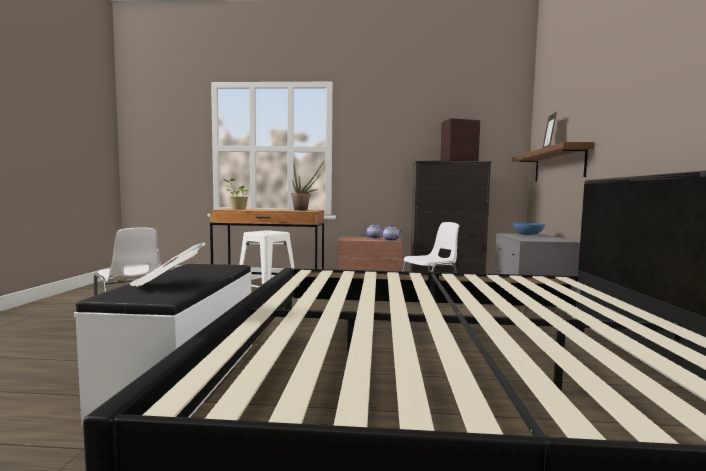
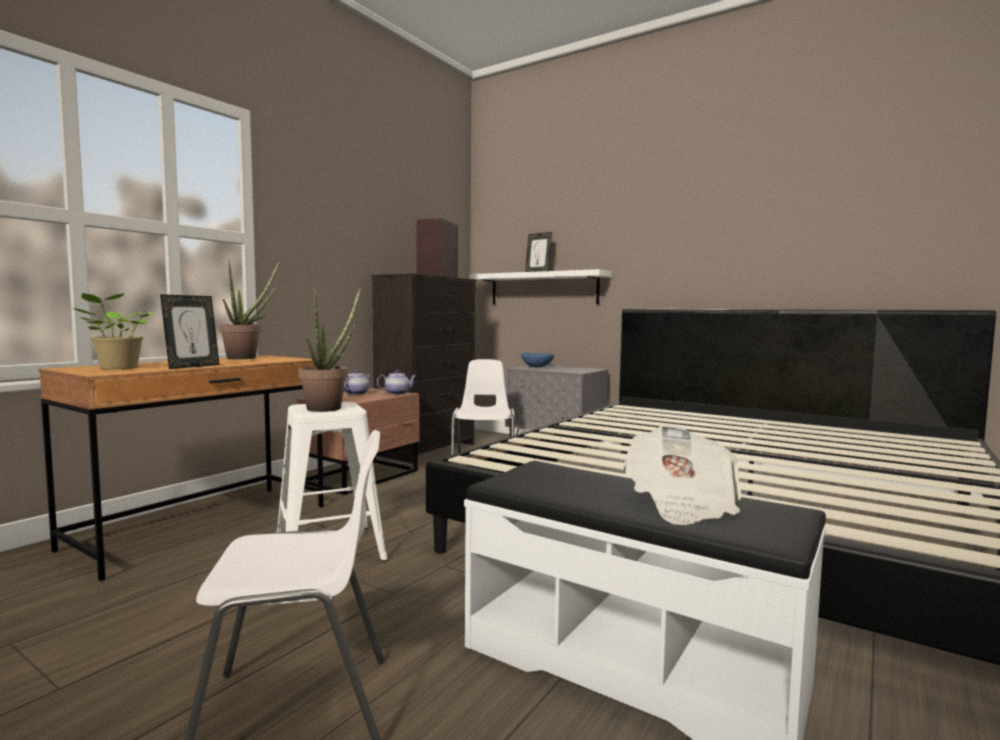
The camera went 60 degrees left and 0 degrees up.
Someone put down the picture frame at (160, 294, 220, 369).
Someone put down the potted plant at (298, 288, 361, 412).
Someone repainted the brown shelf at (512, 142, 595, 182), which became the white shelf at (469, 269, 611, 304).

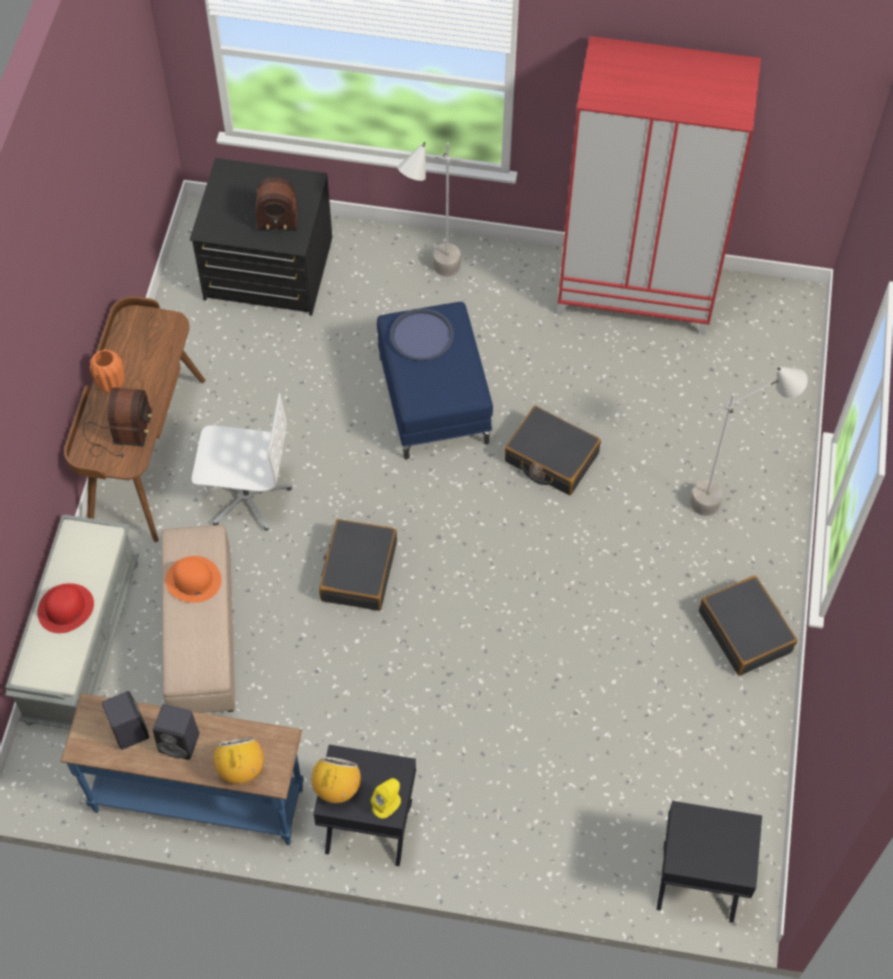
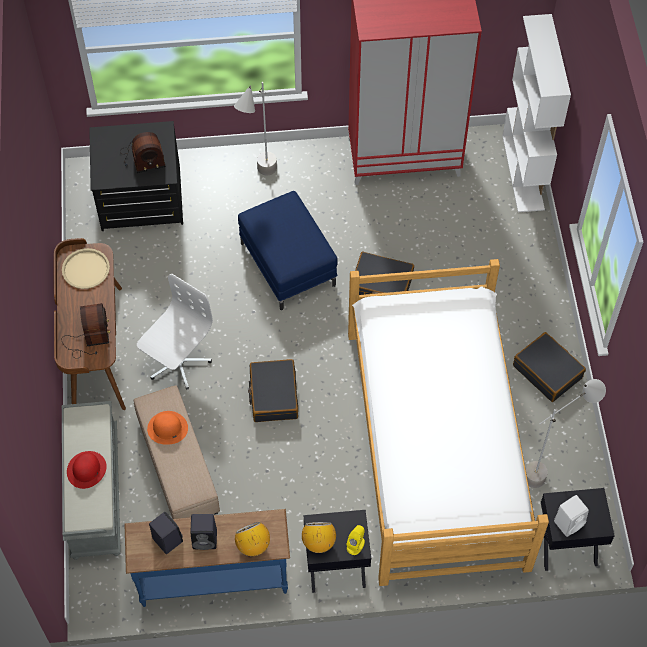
The camera went 15 degrees left and 0 degrees up.
Someone took away the orange vase at (89, 349, 124, 393).
Someone took away the blue tray at (390, 308, 454, 361).
Someone put down the beige tray at (62, 248, 110, 289).
Someone put down the bed at (348, 259, 549, 586).
Someone put down the white bookcase at (503, 14, 571, 212).
Someone put down the white speaker at (554, 495, 589, 537).
Someone carried the grey floor lamp from (690, 366, 808, 516) to (525, 379, 606, 488).
Someone rotated the white office chair at (192, 393, 292, 531) by 45 degrees counterclockwise.

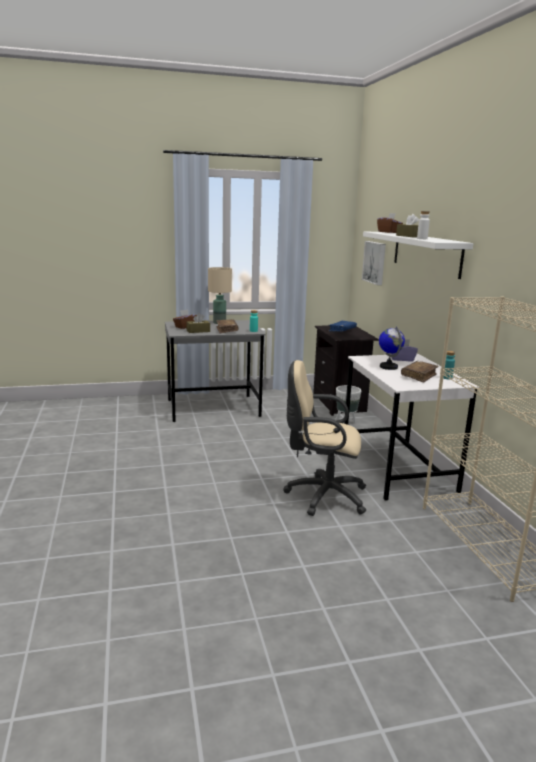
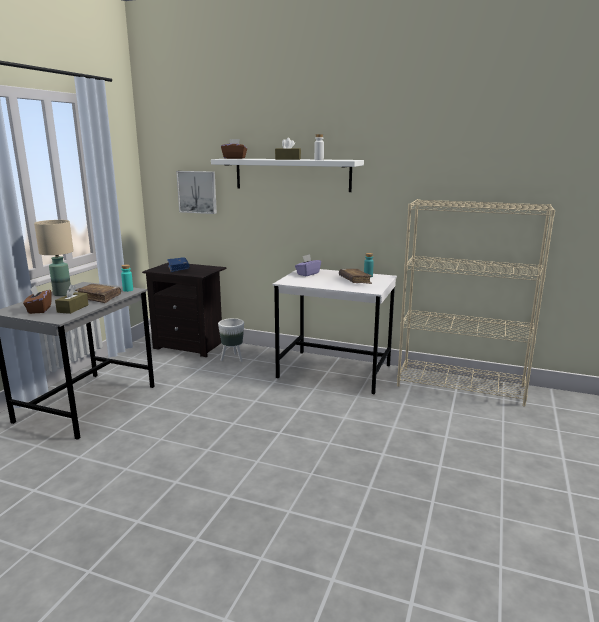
The camera went 55 degrees left and 0 degrees up.
Someone took away the beige office chair at (283, 360, 366, 516).
Someone took away the globe at (379, 326, 405, 370).

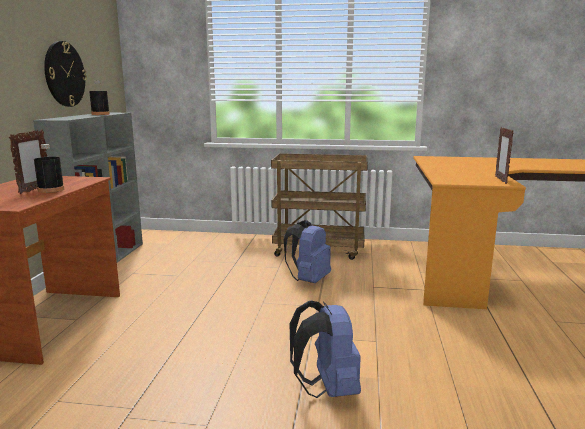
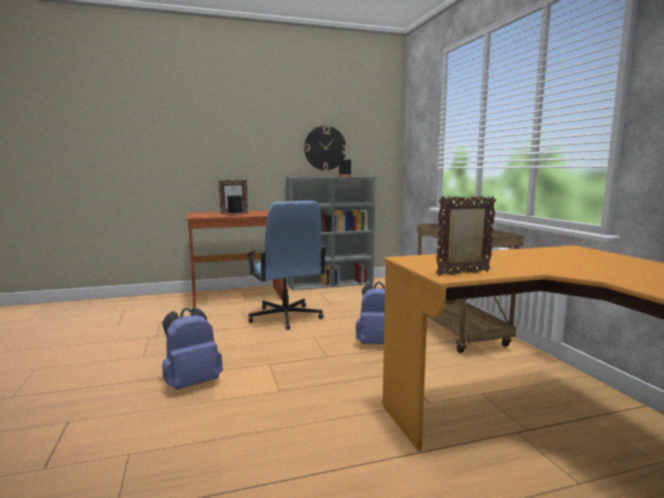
The camera went 65 degrees right and 5 degrees down.
Someone put down the blue office chair at (247, 201, 327, 330).

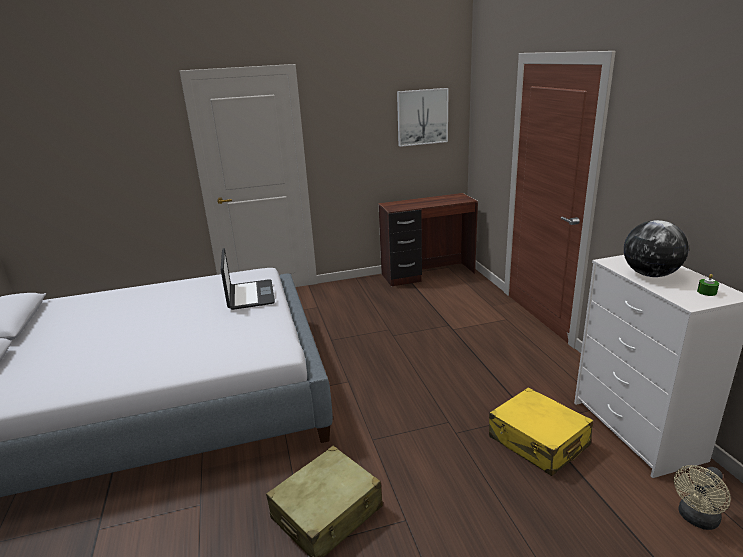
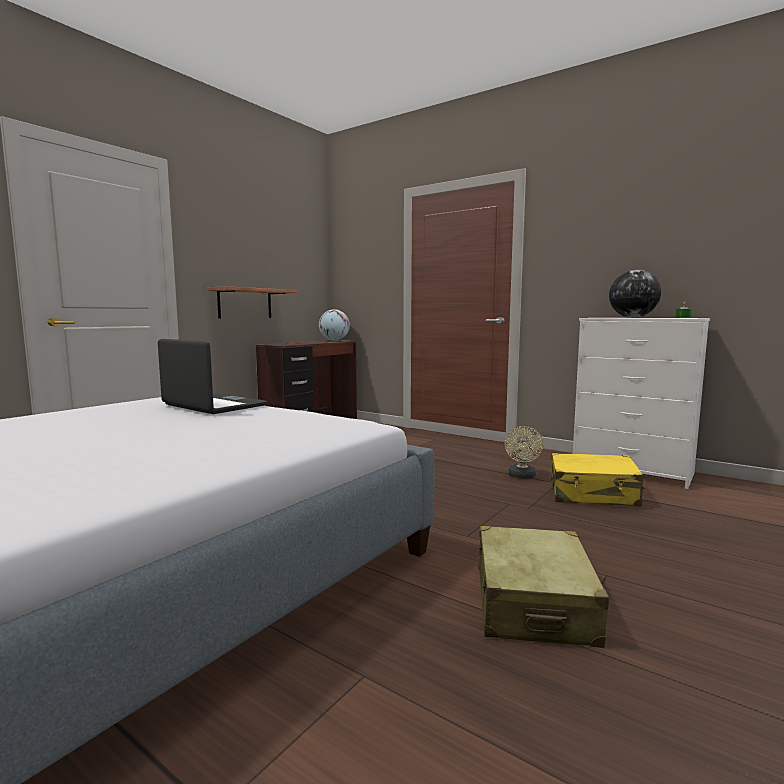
The camera went 40 degrees left and 15 degrees down.
Someone took away the picture at (397, 88, 449, 147).
Someone put up the shelf at (207, 286, 297, 318).
Someone put down the globe at (319, 309, 350, 341).
Someone carried the beige fan from (674, 465, 731, 530) to (505, 426, 543, 479).

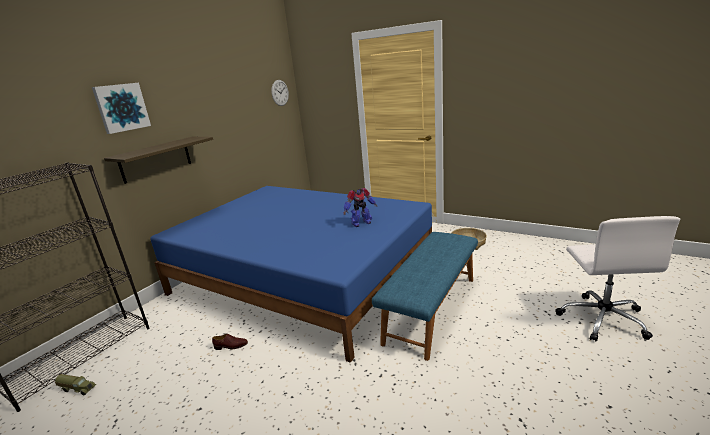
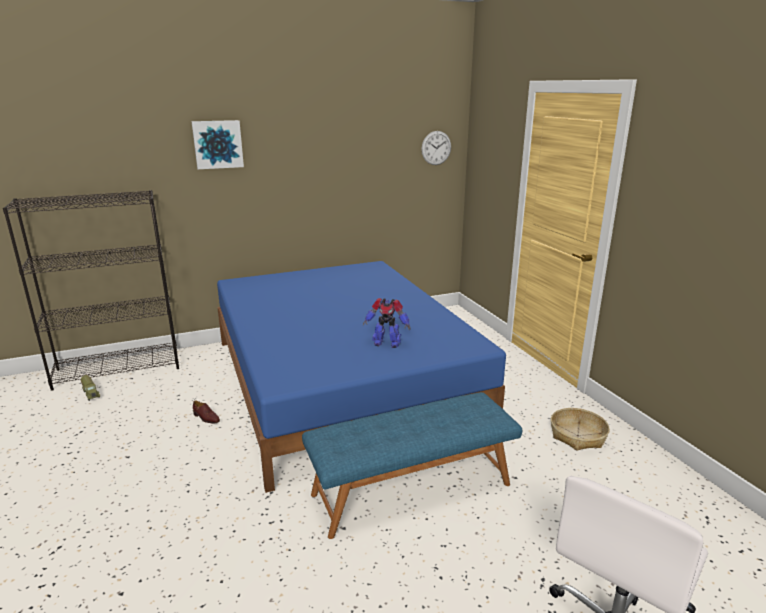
The camera went 35 degrees right and 0 degrees up.
Someone took away the shelf at (104, 137, 213, 184).

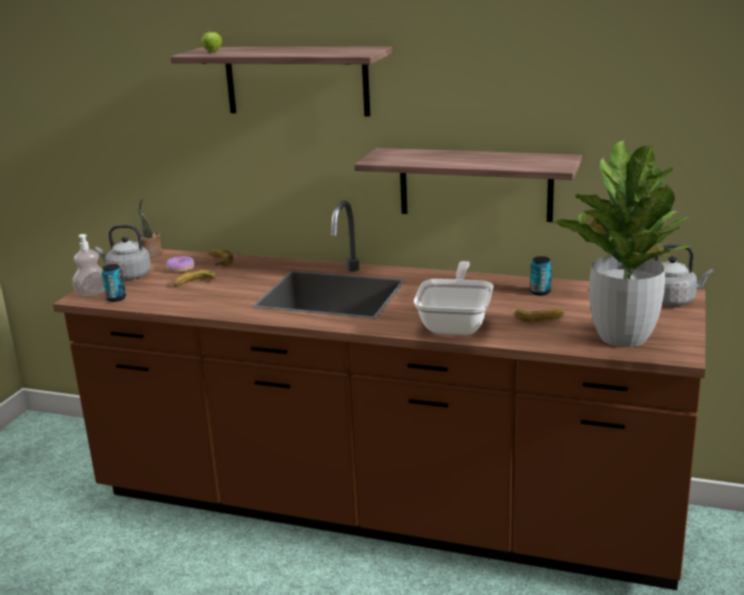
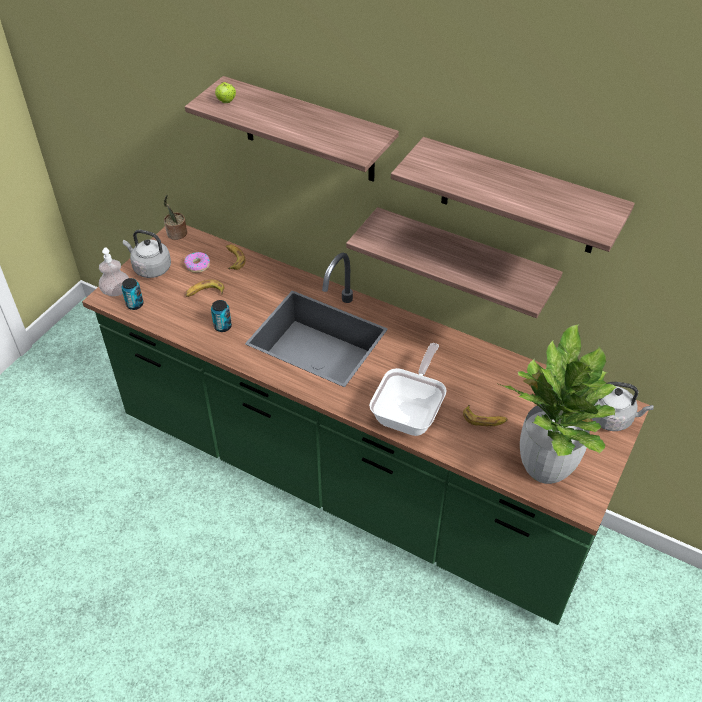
The camera went 10 degrees right and 25 degrees up.
Someone put up the shelf at (391, 137, 635, 253).
Someone carried the can from (530, 256, 552, 296) to (211, 300, 232, 332).
Someone repainted the brown counter at (53, 200, 706, 590), which became the green counter at (82, 225, 650, 625).

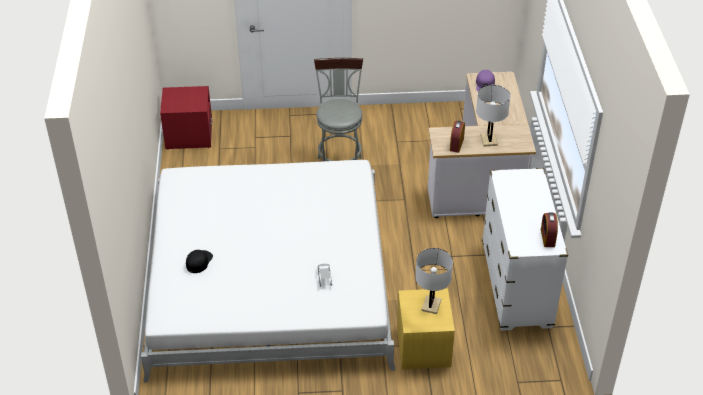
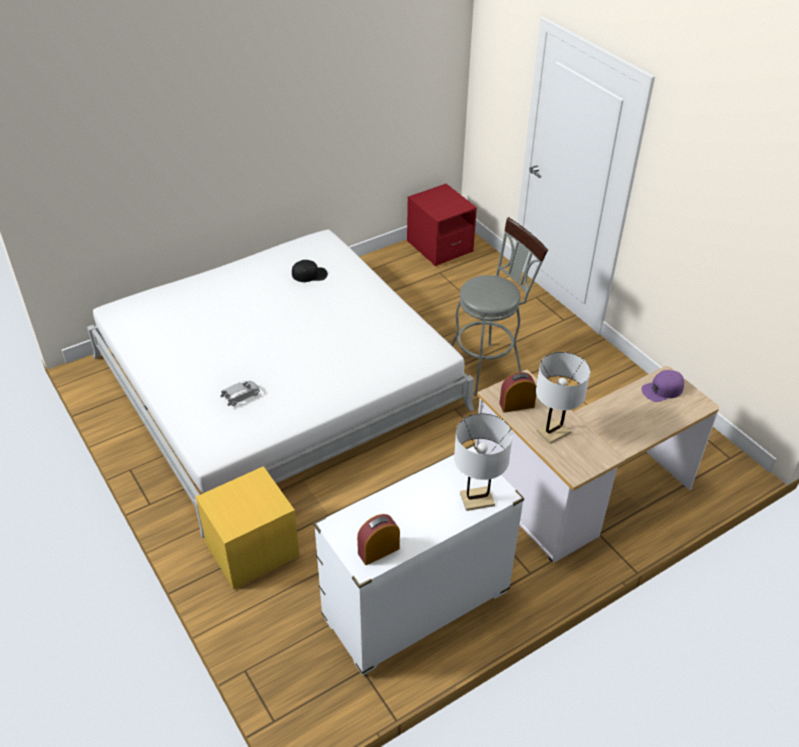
The camera went 60 degrees right and 0 degrees up.
Someone carried the black cap from (186, 250, 213, 273) to (292, 260, 328, 282).
Someone carried the white table lamp from (415, 248, 453, 314) to (454, 413, 513, 511).

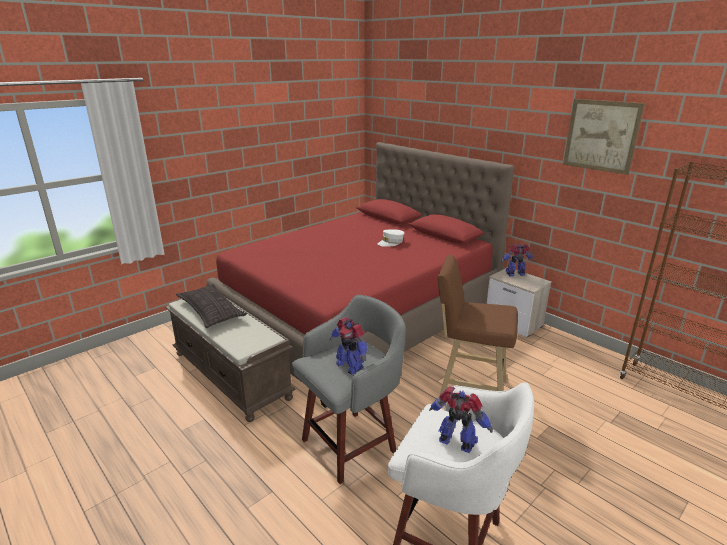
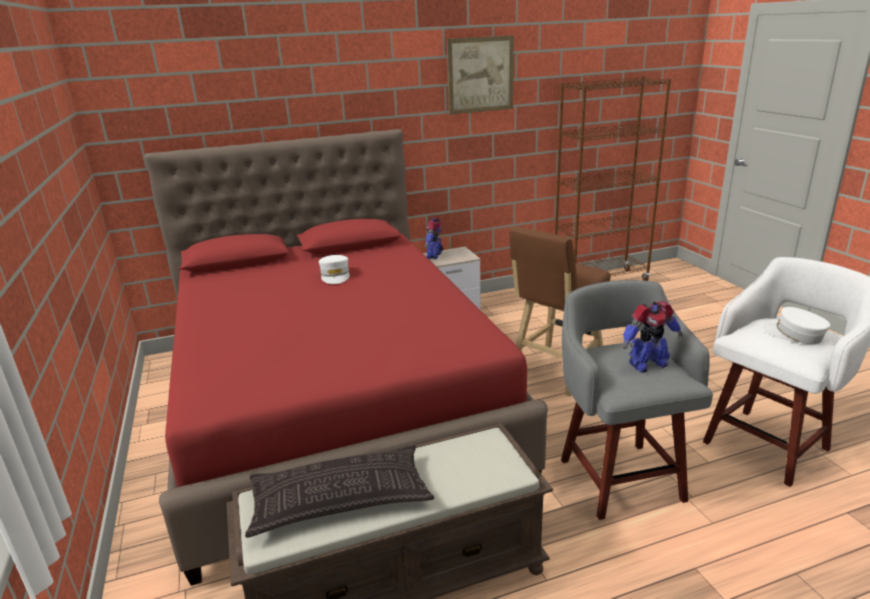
The camera went 65 degrees left and 0 degrees up.
Someone swapped the toy robot at (429, 387, 493, 453) for the white cap at (763, 307, 831, 344).

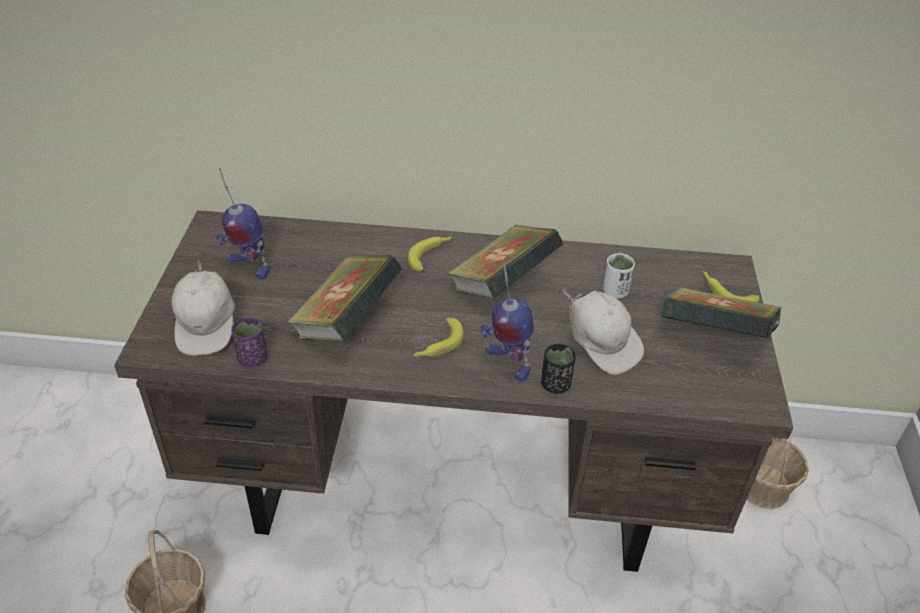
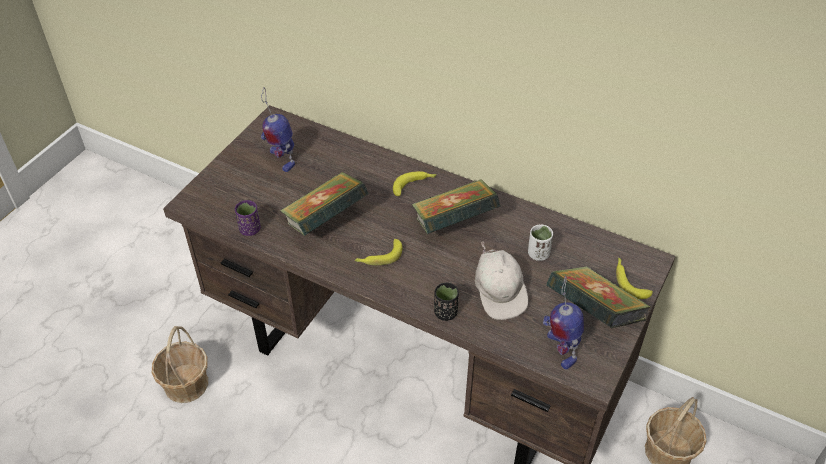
The camera went 25 degrees right and 5 degrees up.
Someone took away the white cap at (171, 260, 235, 356).
Someone carried the toy robot from (480, 260, 534, 382) to (543, 276, 584, 369).

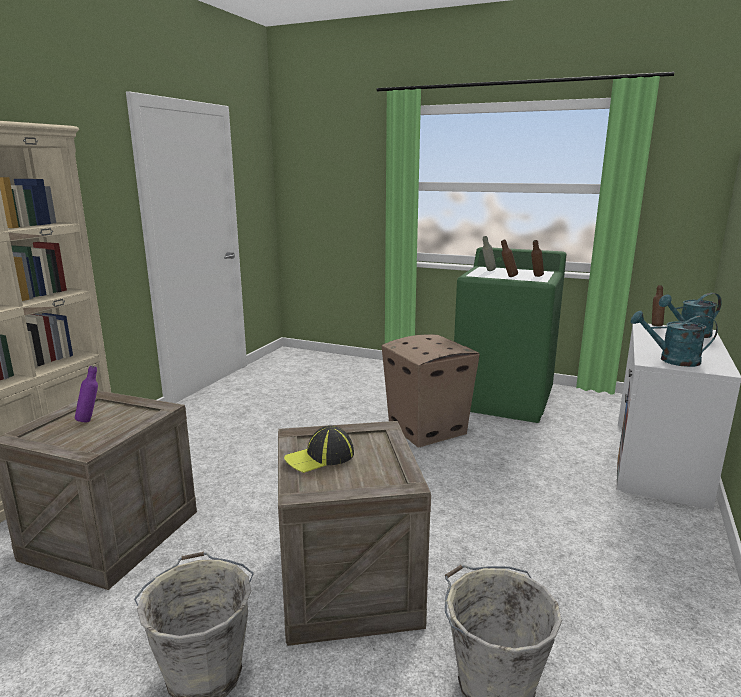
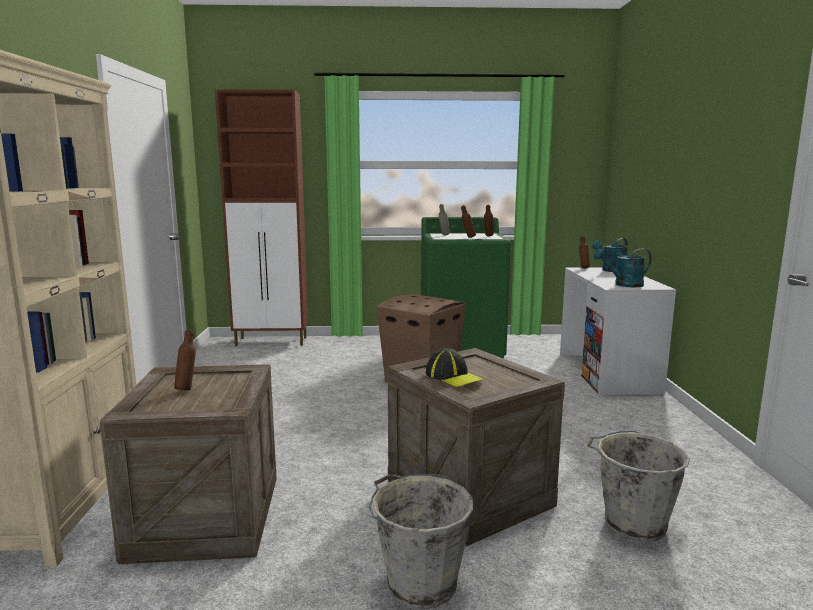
The camera went 25 degrees left and 5 degrees down.
Someone put down the brown cabinet at (215, 89, 308, 346).
Someone repainted the purple bottle at (75, 366, 98, 422), which became the brown bottle at (174, 329, 196, 391).
Someone rotated the cap at (284, 425, 354, 473) by 75 degrees counterclockwise.

